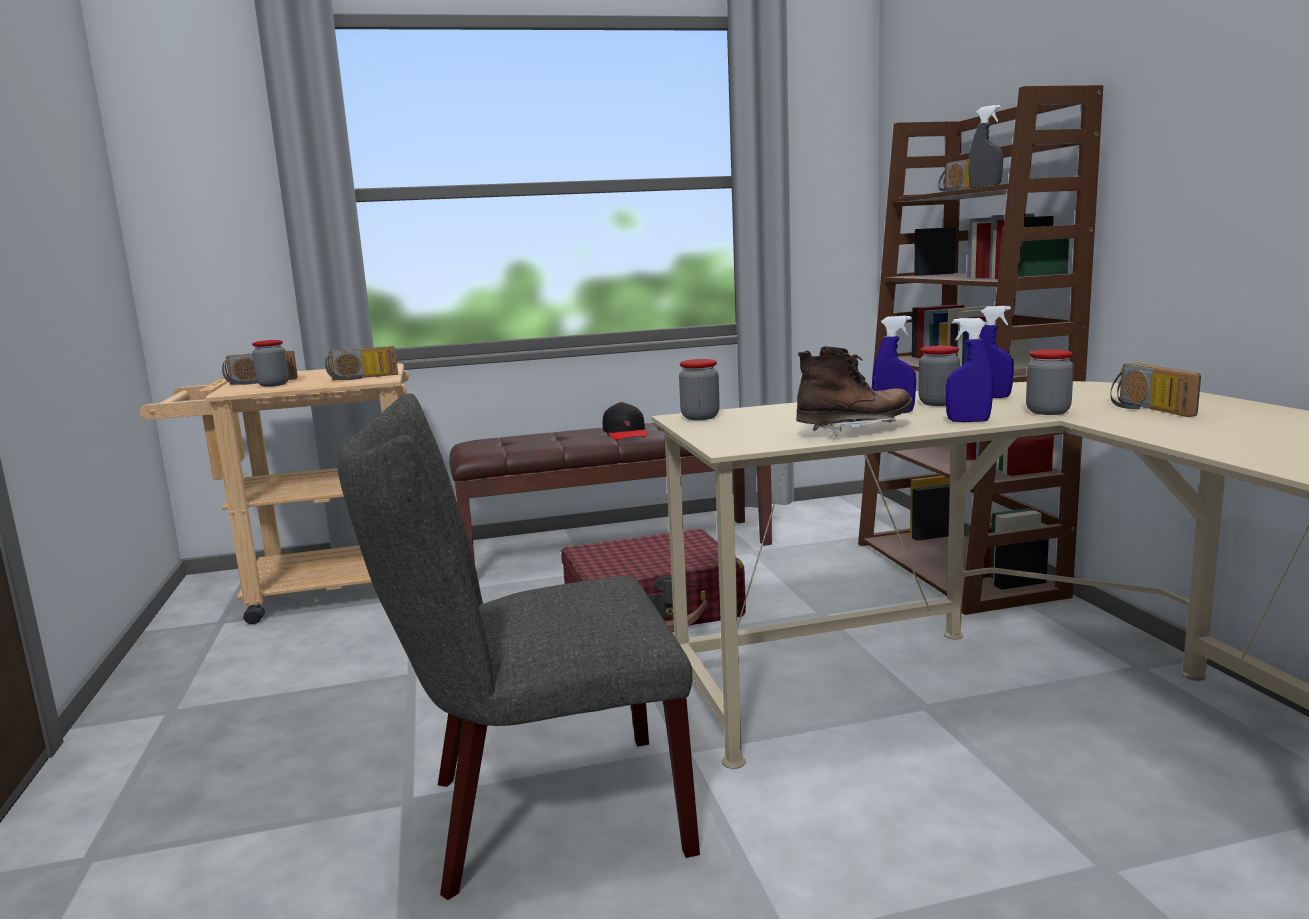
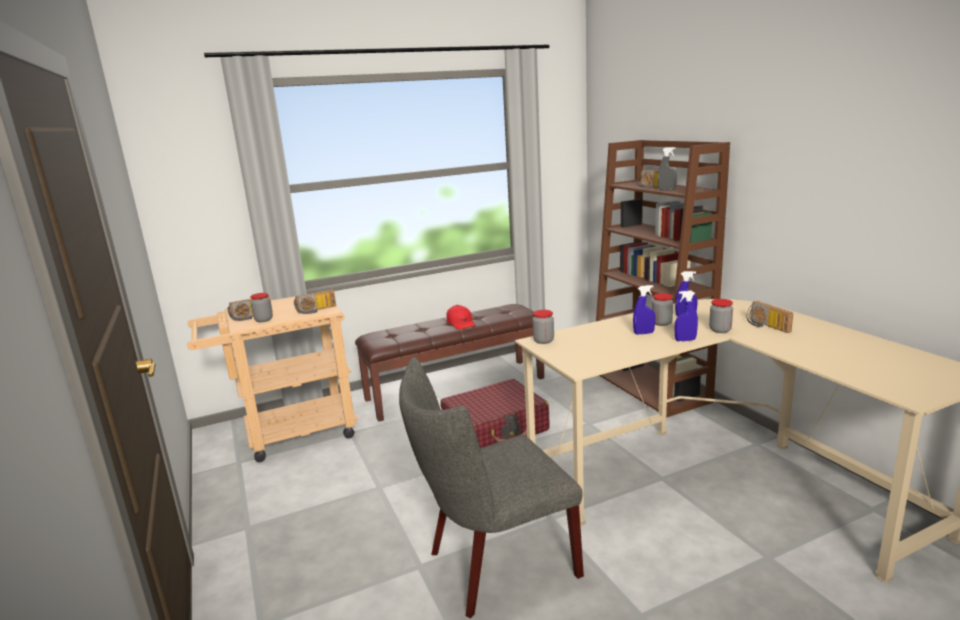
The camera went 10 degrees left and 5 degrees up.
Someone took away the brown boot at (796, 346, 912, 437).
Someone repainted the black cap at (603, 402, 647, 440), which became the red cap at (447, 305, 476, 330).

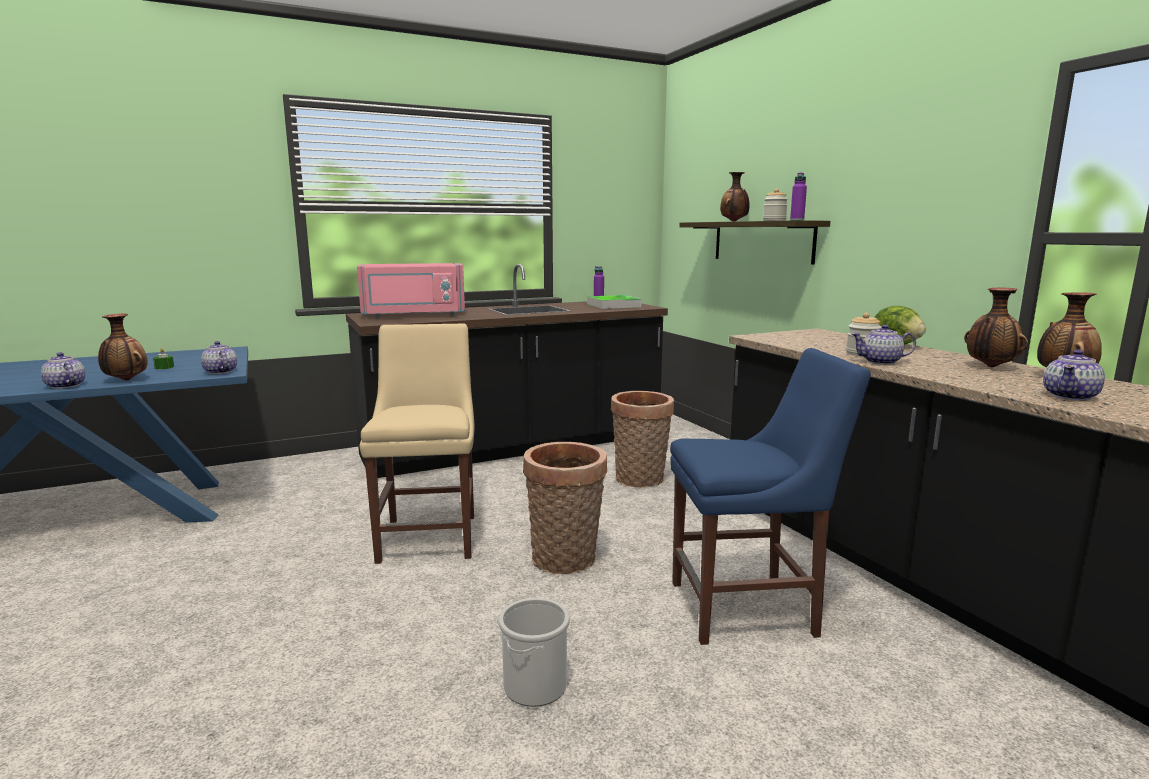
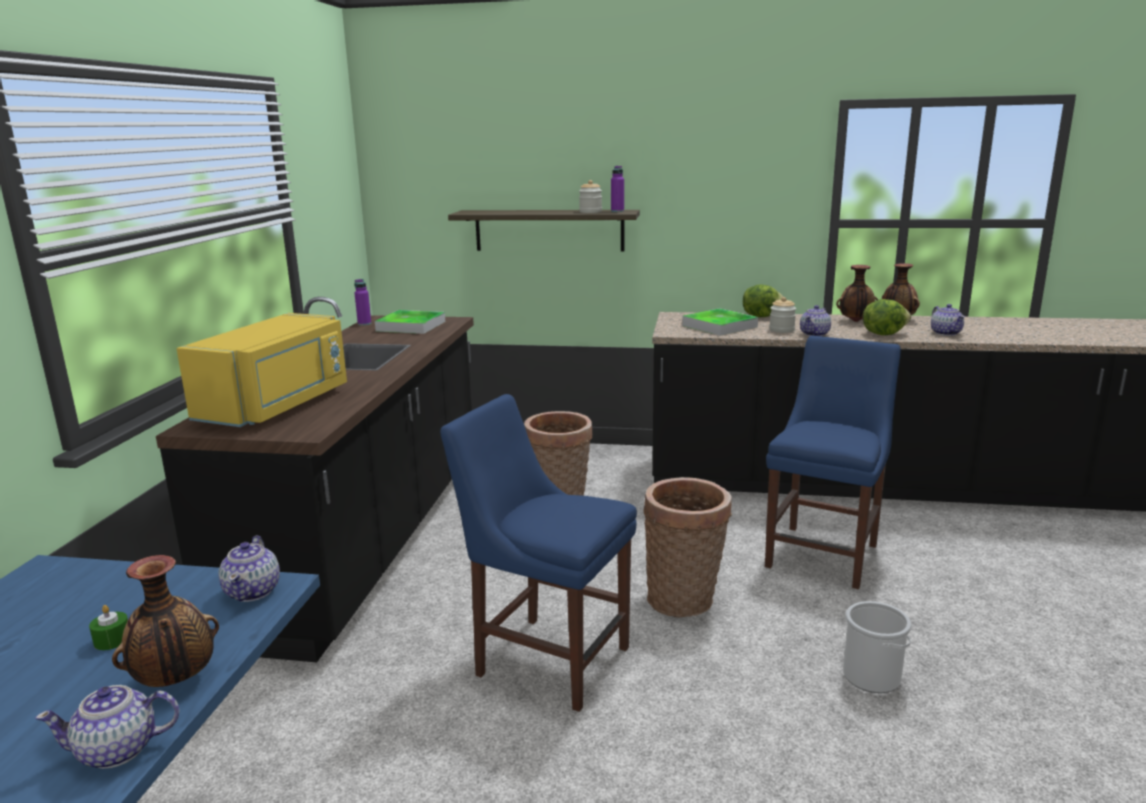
The camera went 55 degrees left and 5 degrees up.
Someone took away the vase at (720, 172, 750, 222).
Someone put down the tray at (682, 308, 758, 336).
Someone put down the lettuce at (863, 299, 911, 335).
Someone repainted the pink microwave at (357, 263, 465, 318), which became the yellow microwave at (176, 313, 347, 427).
Someone repainted the beige chair at (360, 323, 475, 564), which became the blue chair at (440, 394, 637, 712).
Someone rotated the teapot at (201, 341, 237, 374) by 90 degrees counterclockwise.

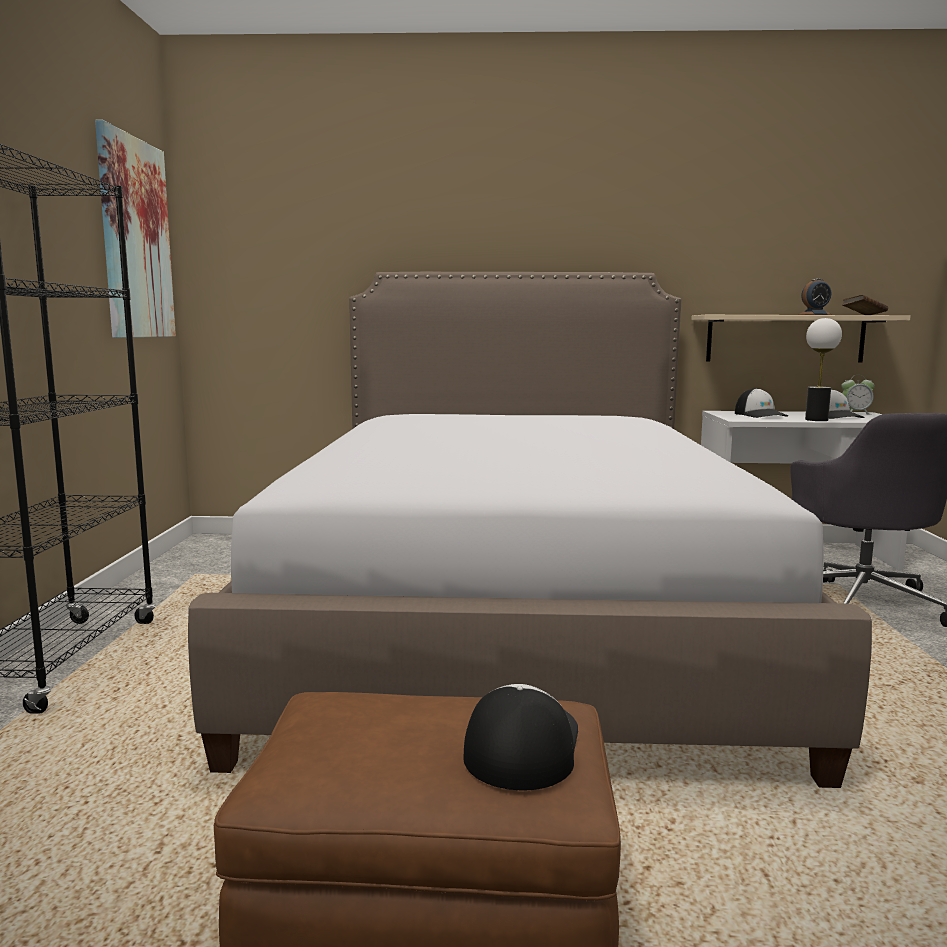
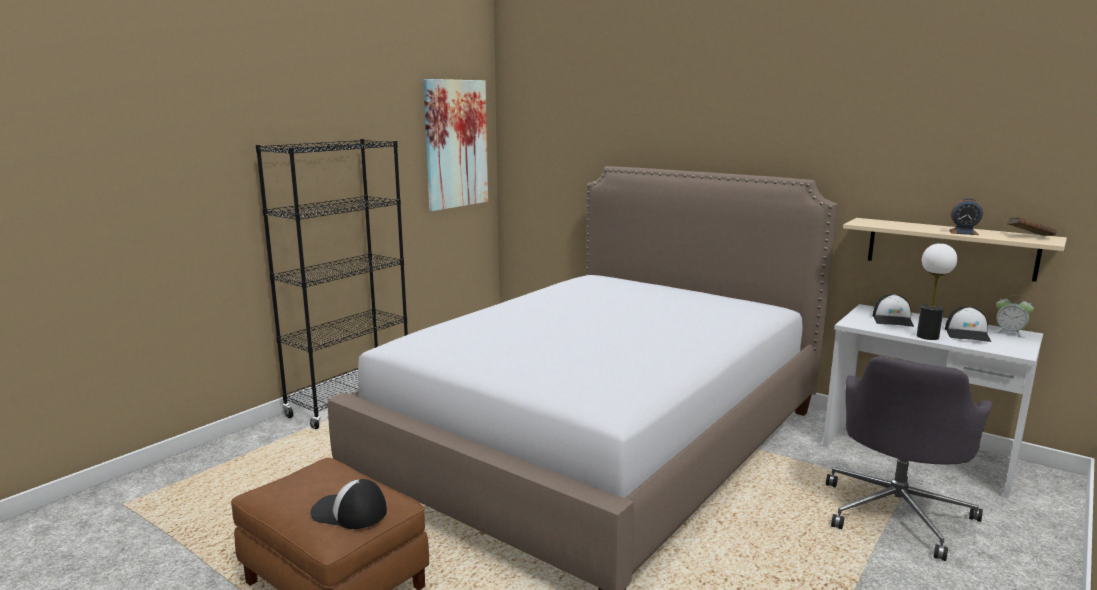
The camera went 35 degrees right and 5 degrees up.
Someone rotated the cap at (463, 684, 578, 790) by 120 degrees counterclockwise.

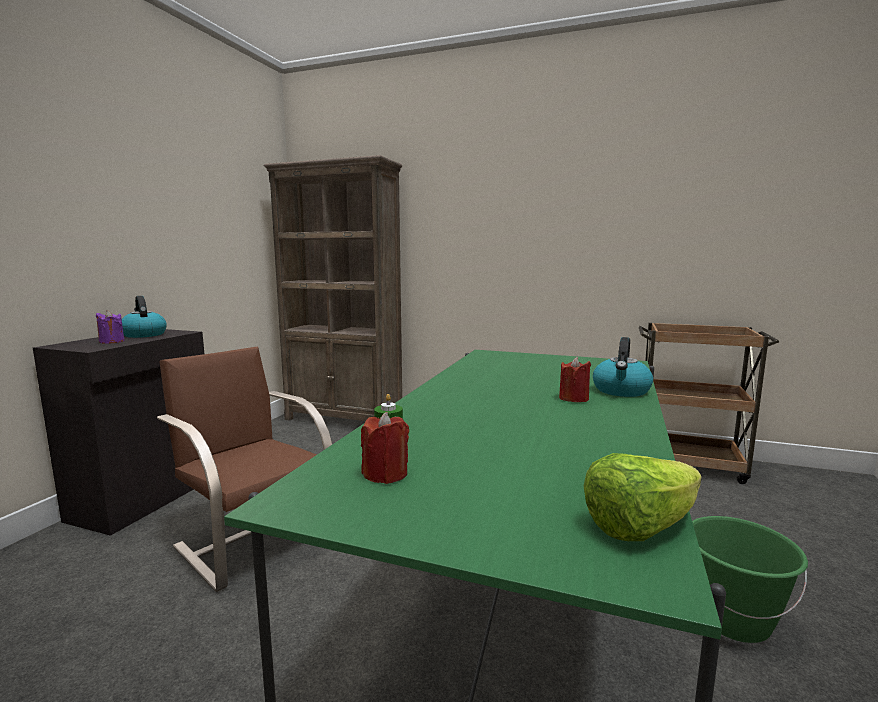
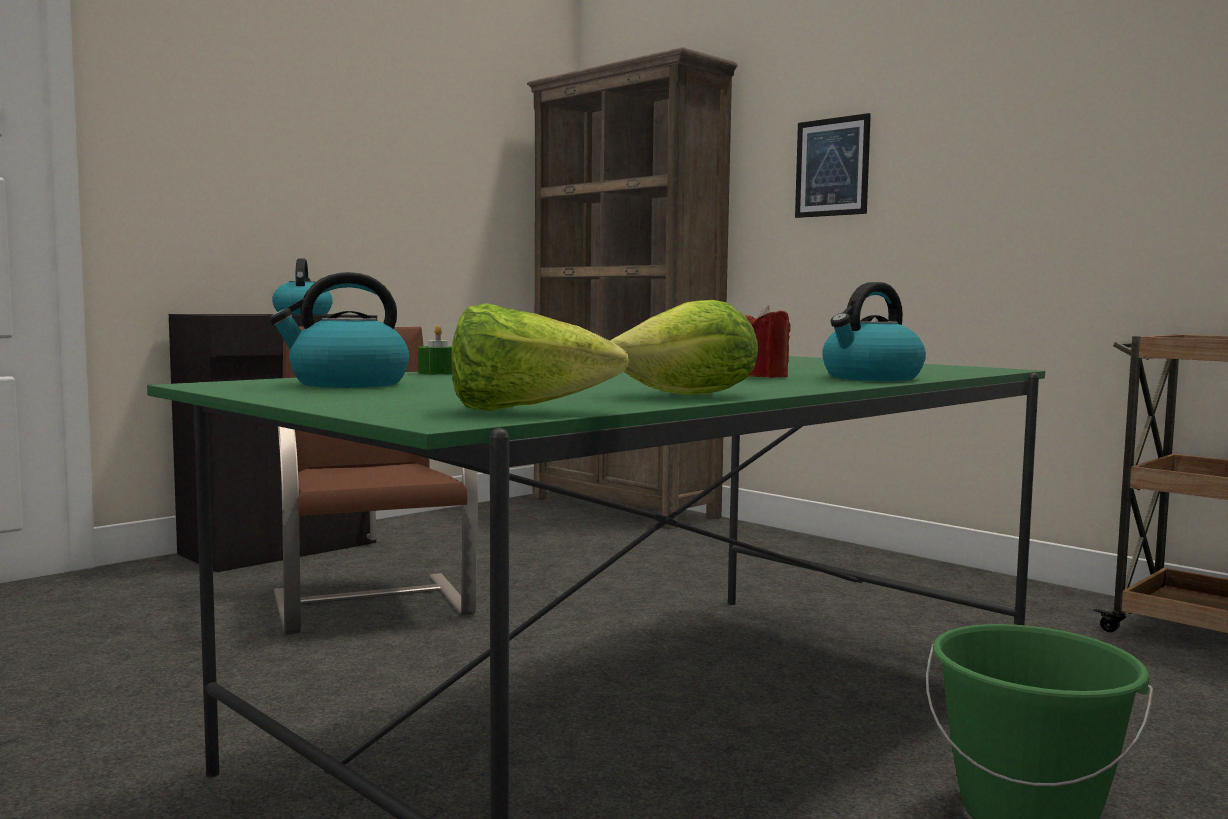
The camera went 25 degrees right and 5 degrees down.
Someone took away the purple candle at (96, 310, 125, 344).
Someone put down the lettuce at (610, 300, 758, 395).
Someone put up the picture at (795, 113, 871, 218).
Someone swapped the red candle at (361, 412, 409, 484) for the kettle at (270, 272, 410, 388).

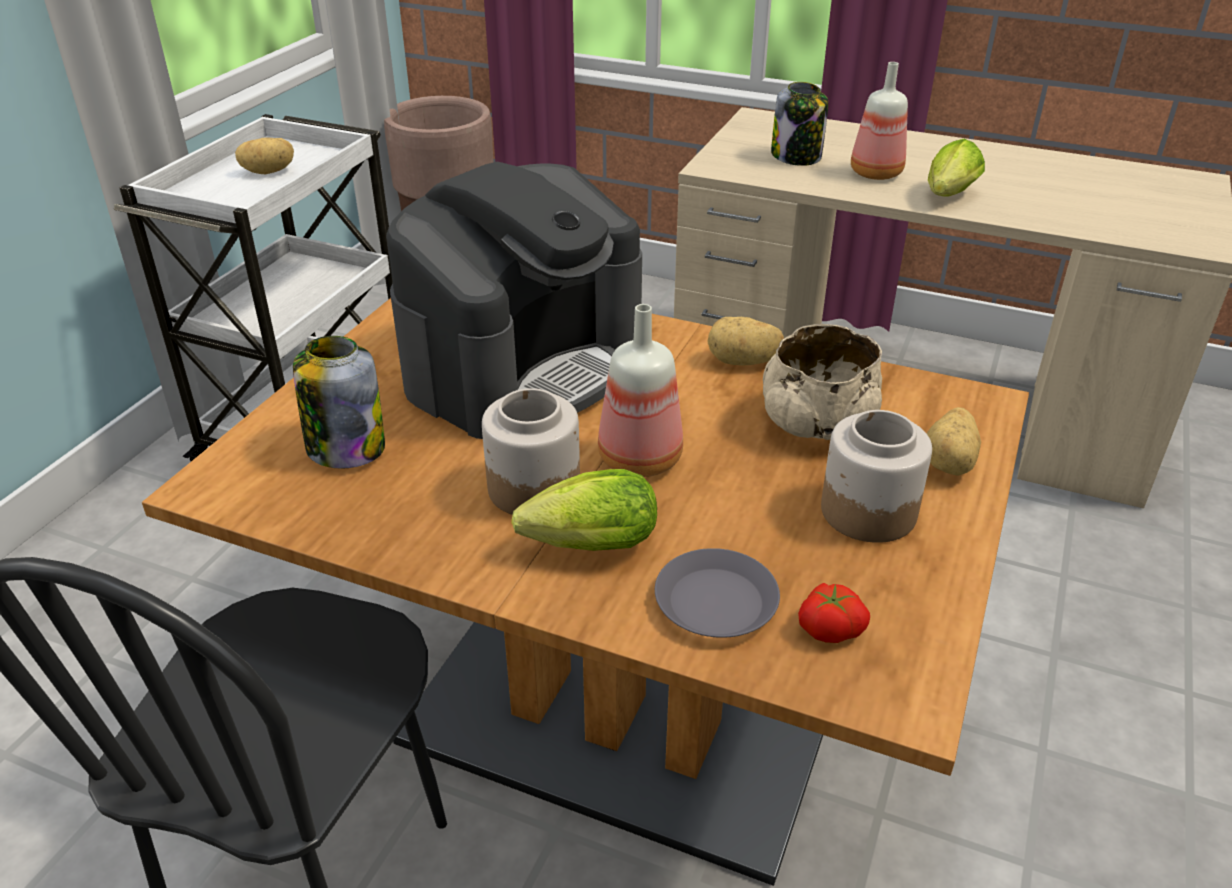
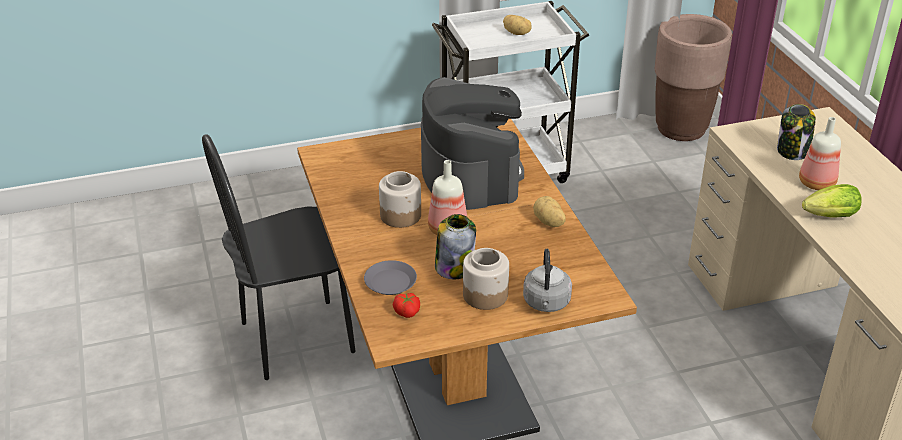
The camera went 50 degrees right and 0 degrees up.
Someone took away the lettuce at (511, 469, 657, 551).
Someone took away the beige bowl at (763, 324, 882, 440).
Someone carried the jar from (293, 336, 385, 469) to (435, 214, 476, 279).
Someone swapped the potato at (927, 407, 981, 476) for the grey kettle at (523, 249, 572, 312).
Someone rotated the coffee machine at (386, 162, 642, 439) by 105 degrees counterclockwise.

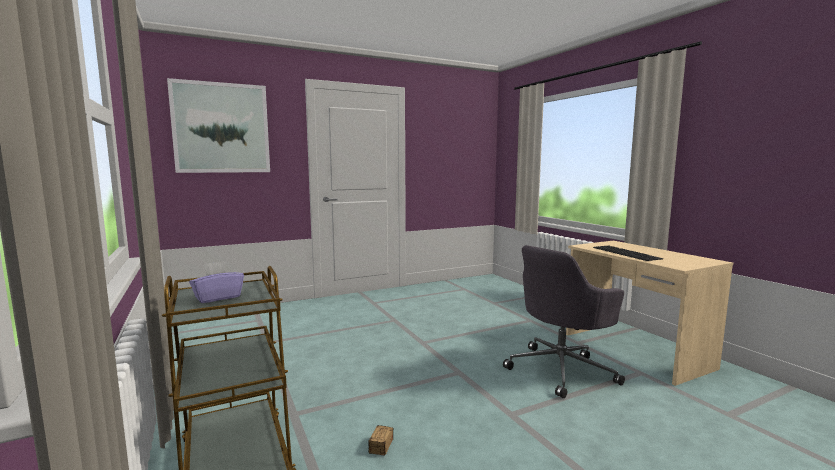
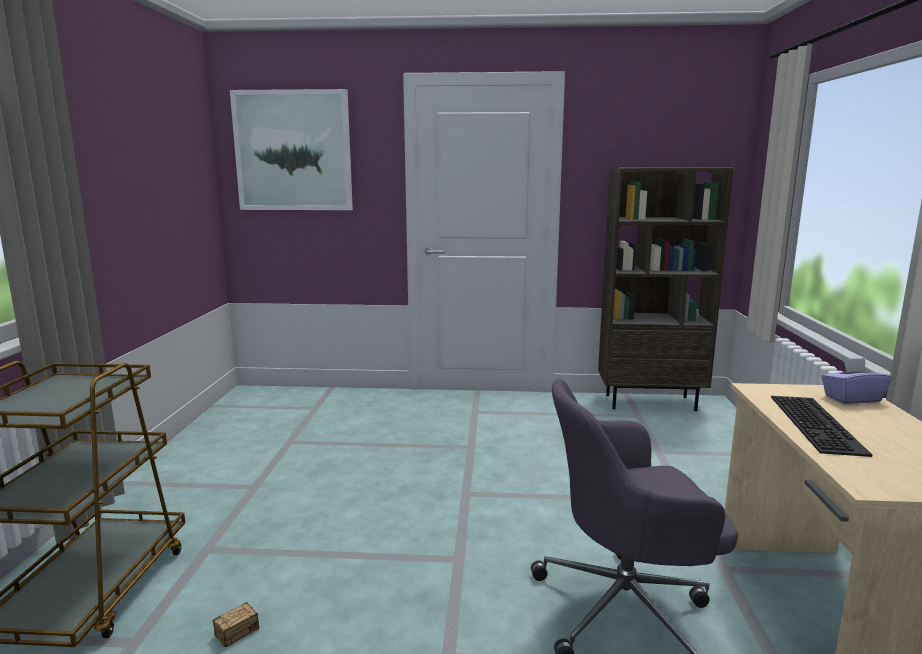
The camera went 30 degrees right and 5 degrees up.
Someone put down the brown bookcase at (598, 168, 734, 411).
Someone carried the purple tissue box from (189, 261, 244, 303) to (821, 358, 892, 404).

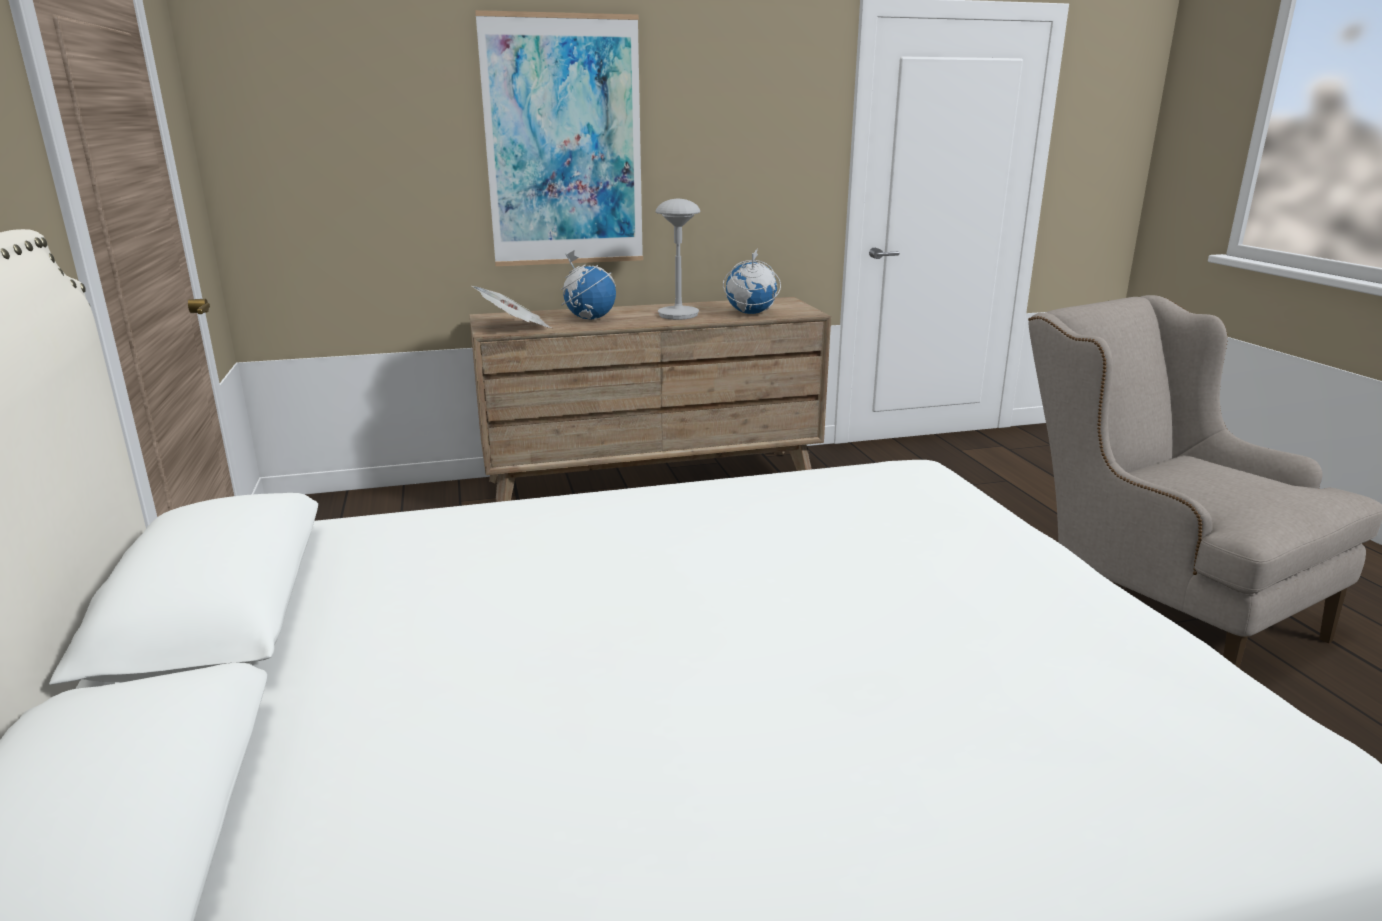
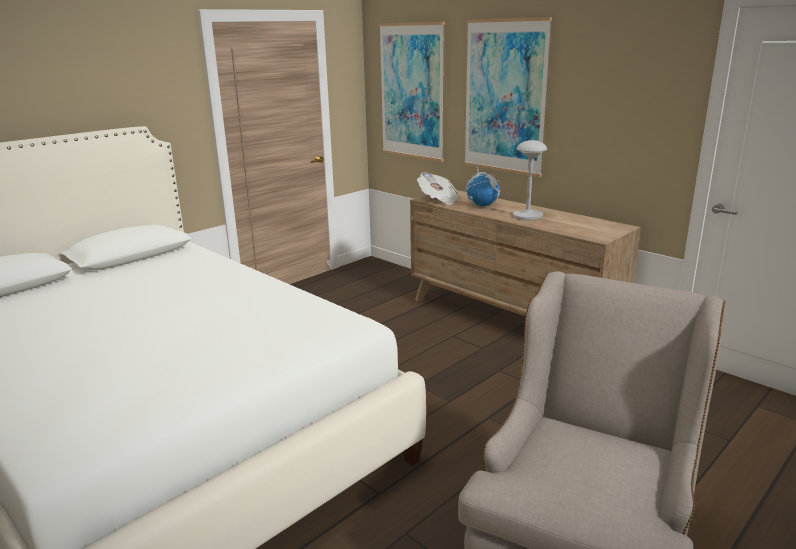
The camera went 60 degrees right and 0 degrees up.
Someone took away the globe at (723, 248, 781, 314).
Someone put up the picture at (379, 22, 445, 162).

